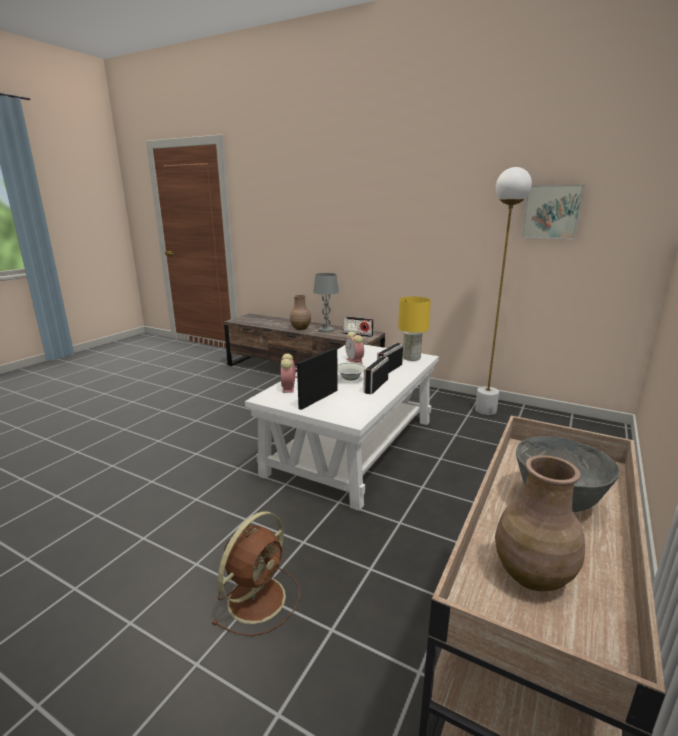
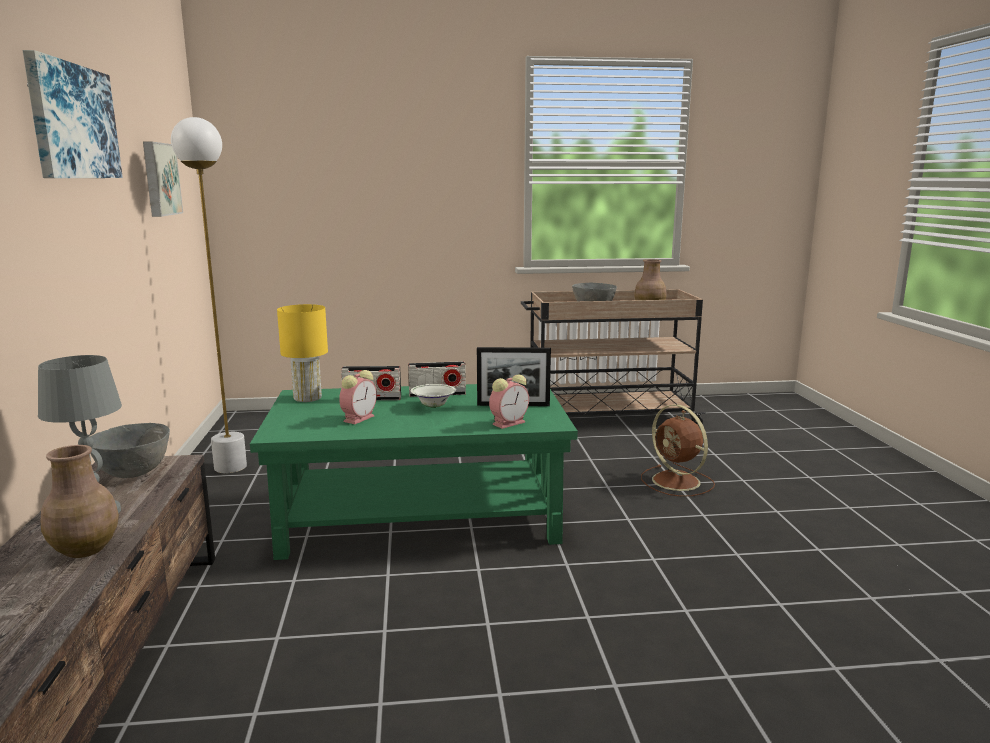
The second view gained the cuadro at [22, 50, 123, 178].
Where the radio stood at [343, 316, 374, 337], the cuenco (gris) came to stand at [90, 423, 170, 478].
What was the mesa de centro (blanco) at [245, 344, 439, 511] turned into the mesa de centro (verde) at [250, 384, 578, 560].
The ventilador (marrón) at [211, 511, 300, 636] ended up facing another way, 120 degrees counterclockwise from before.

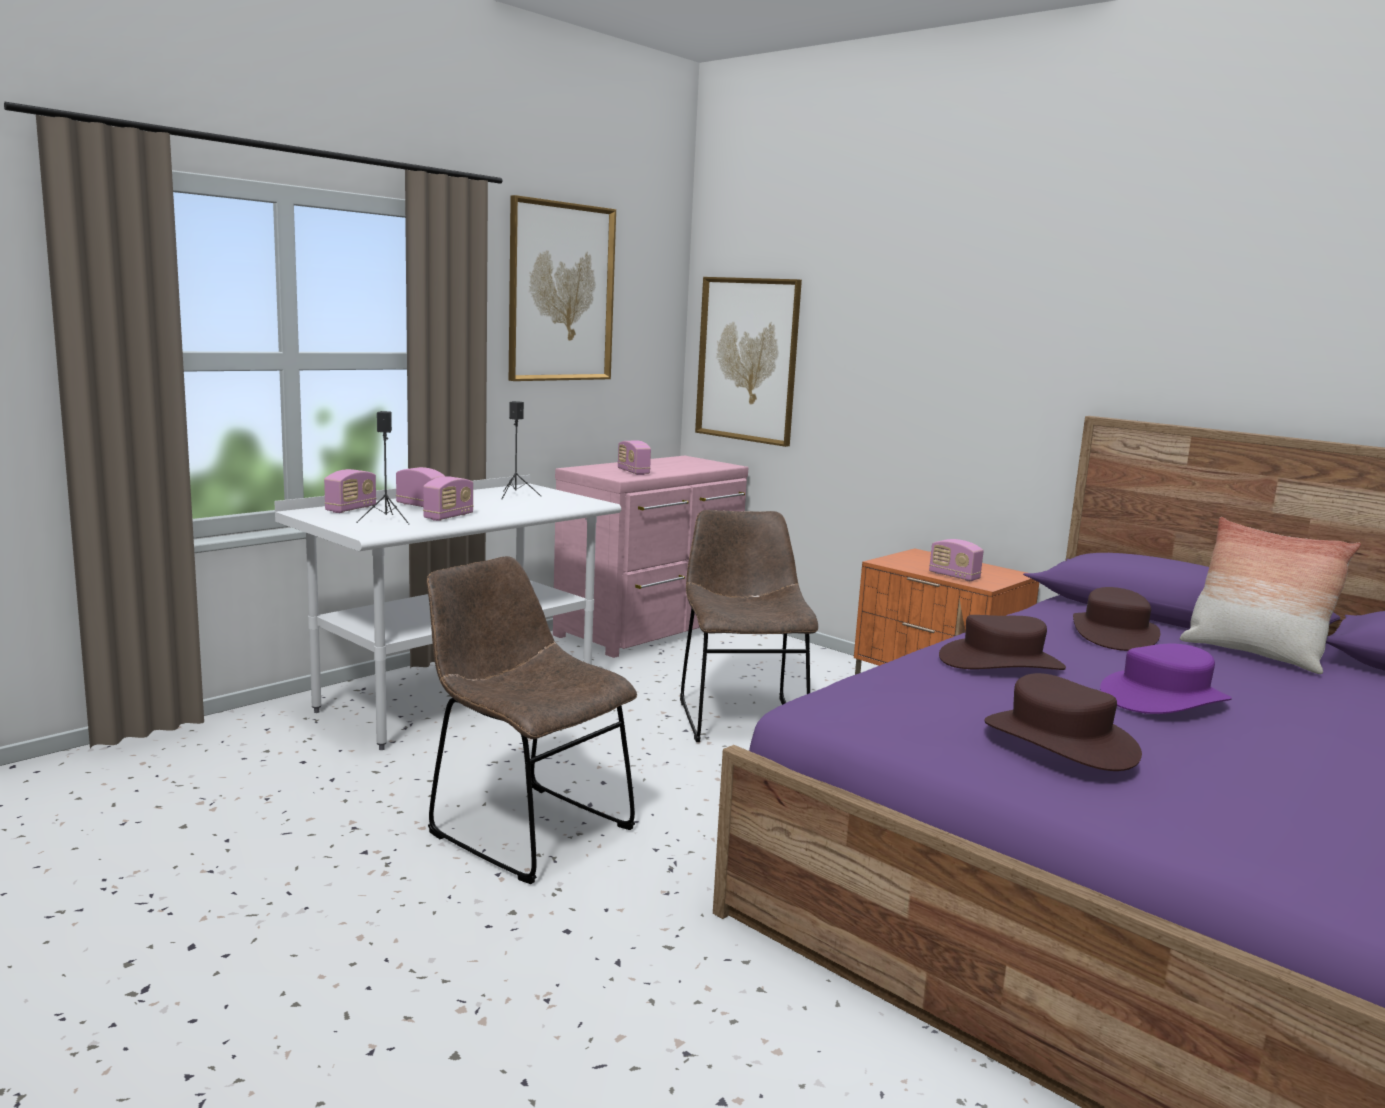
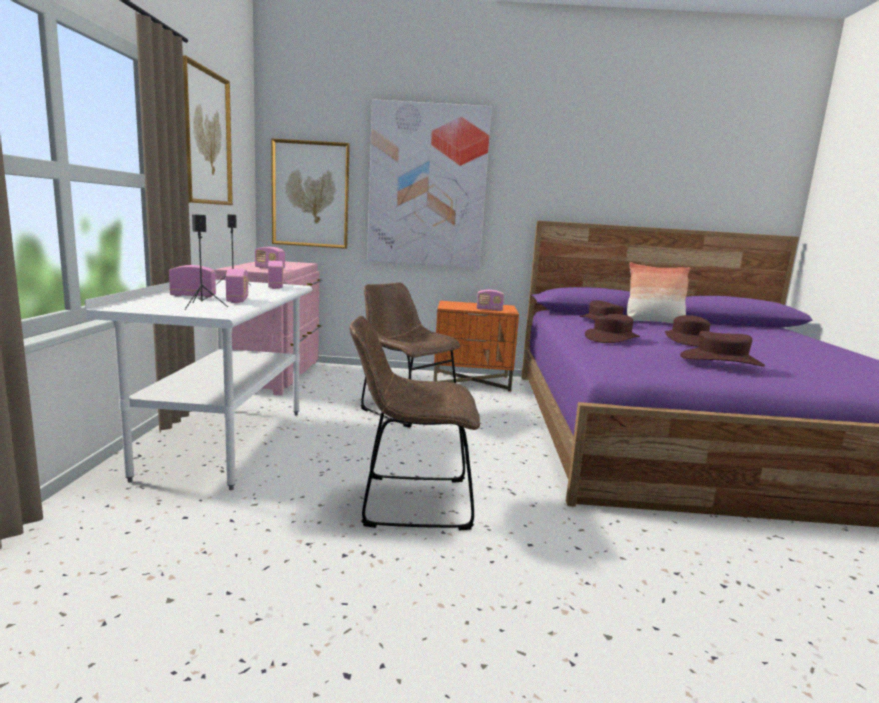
The radio ended up elsewhere, having gone from [324, 469, 376, 513] to [268, 261, 283, 289].
The second view gained the cuadro at [367, 99, 492, 268].
What was the sombrero (morado) at [1100, 644, 1232, 714] turned into the sombrero (marrón) at [665, 315, 710, 346].

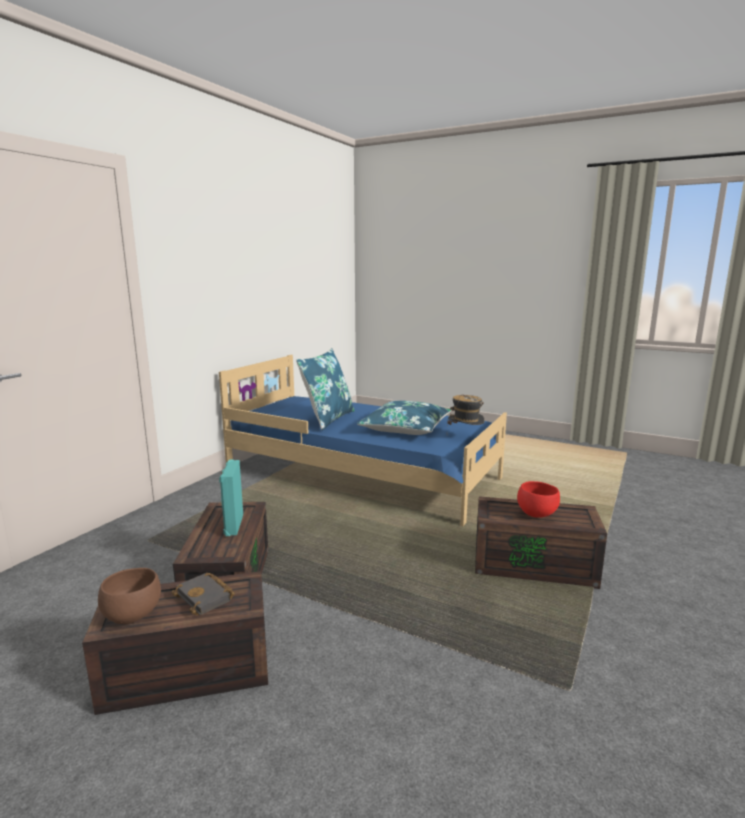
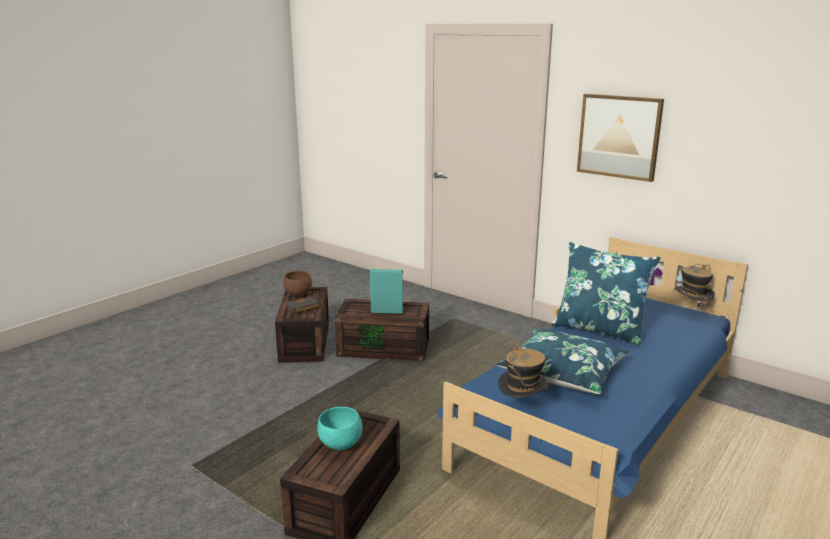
What was the cuenco (rojo) at [517, 481, 560, 518] turned into the cuenco (turquesa) at [317, 407, 362, 450].
The second view gained the cuadro at [577, 94, 664, 182].
The second view gained the sombrero at [674, 264, 715, 315].

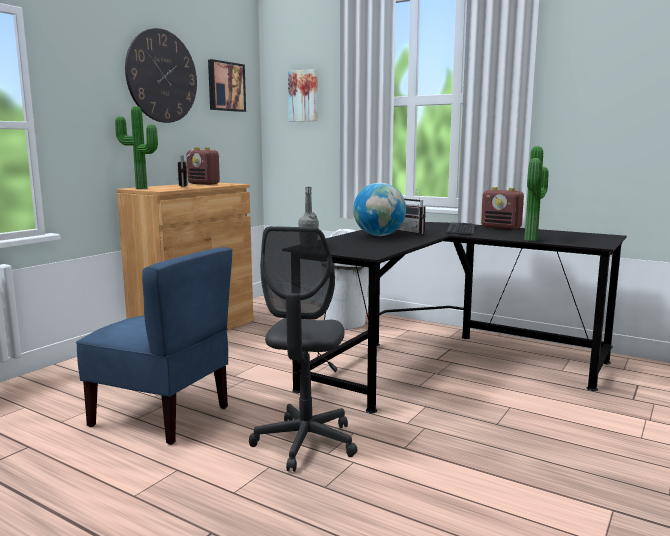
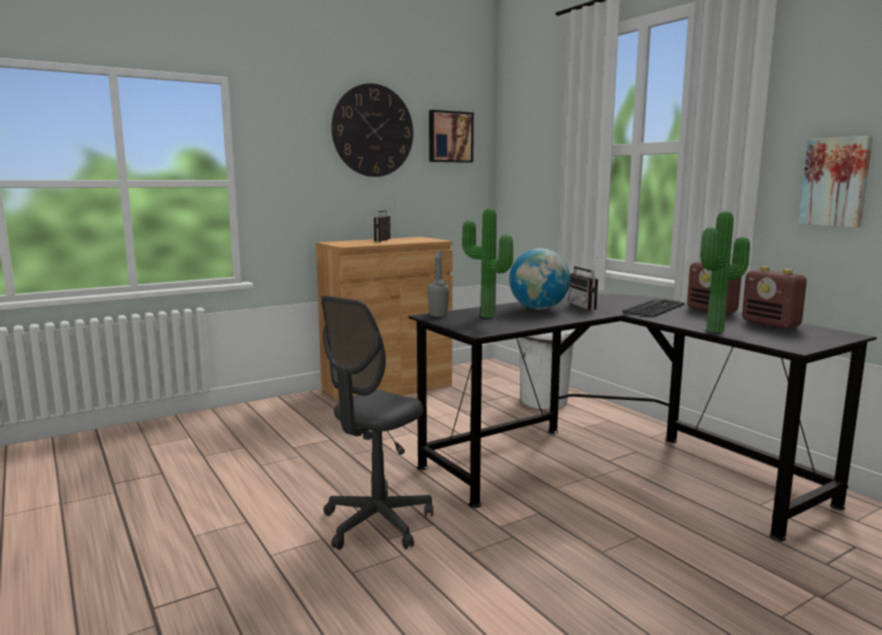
The planta en maceta ended up elsewhere, having gone from [115, 106, 158, 189] to [462, 208, 513, 318].
The radio ended up elsewhere, having gone from [186, 147, 220, 185] to [742, 266, 807, 329].
The cuadro ended up elsewhere, having gone from [288, 69, 318, 122] to [798, 136, 873, 227].
The second view lost the silla (azul) at [76, 247, 232, 445].

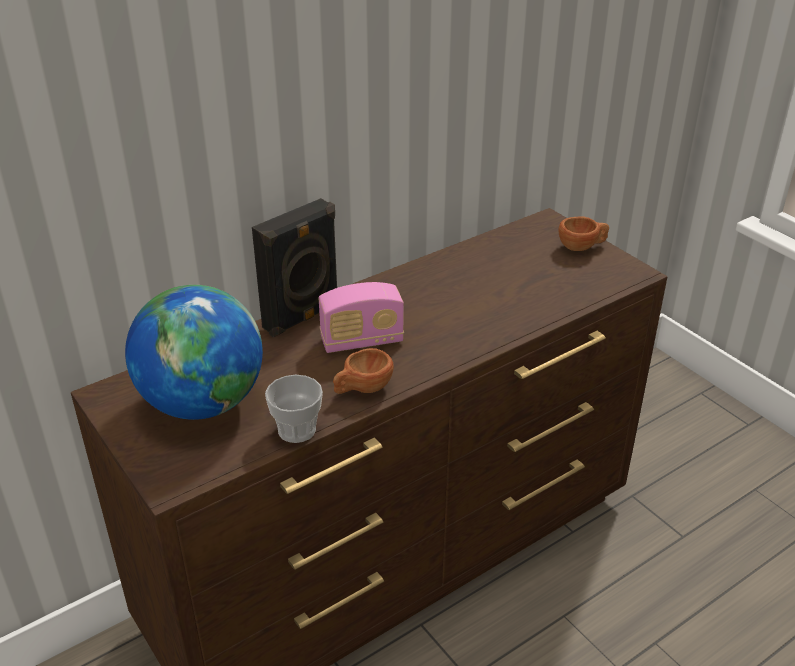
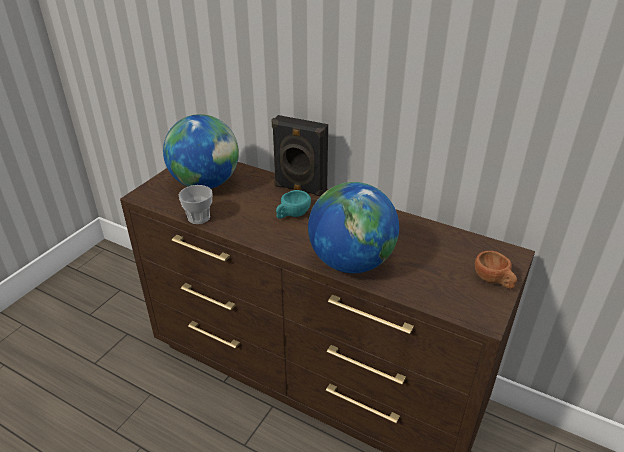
Where the radio stood at [319, 282, 404, 353], the taza (turquesa) came to stand at [276, 190, 311, 219].
The second view gained the globo terráqueo at [308, 182, 399, 273].
The second view lost the taza (marrón) at [333, 348, 394, 394].

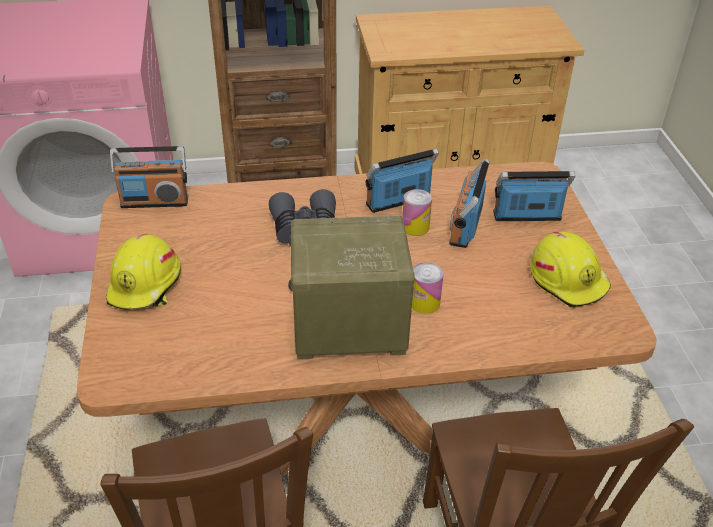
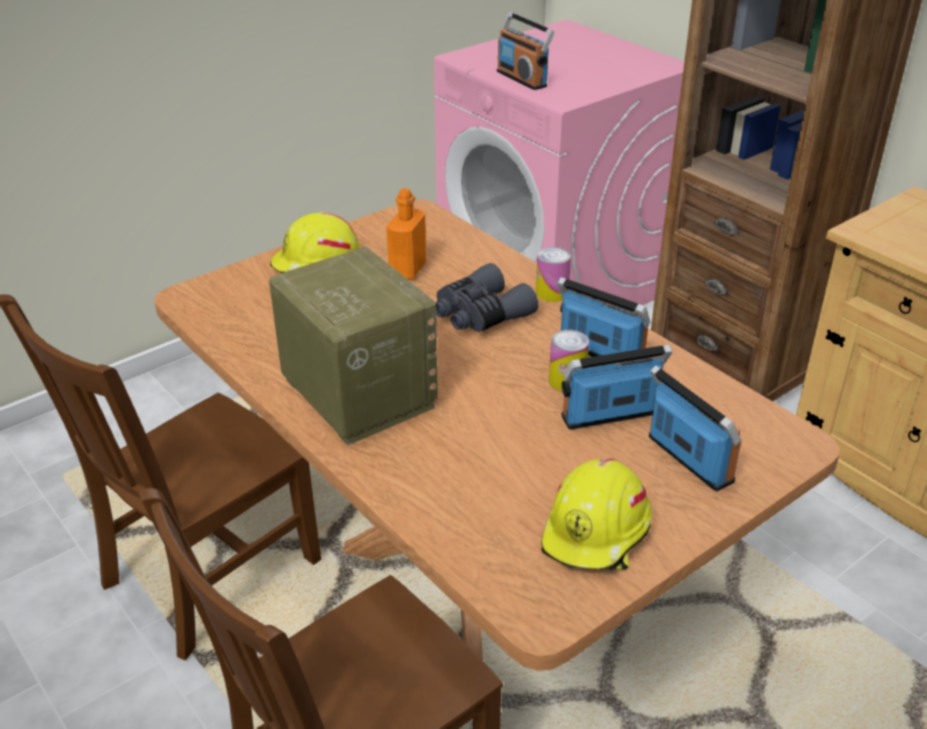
The second view gained the botella (naranja) at [386, 188, 426, 280].
The radio ended up elsewhere, having gone from [110, 146, 188, 208] to [497, 12, 555, 90].
The lata ended up elsewhere, having gone from [412, 262, 444, 314] to [536, 247, 571, 302].

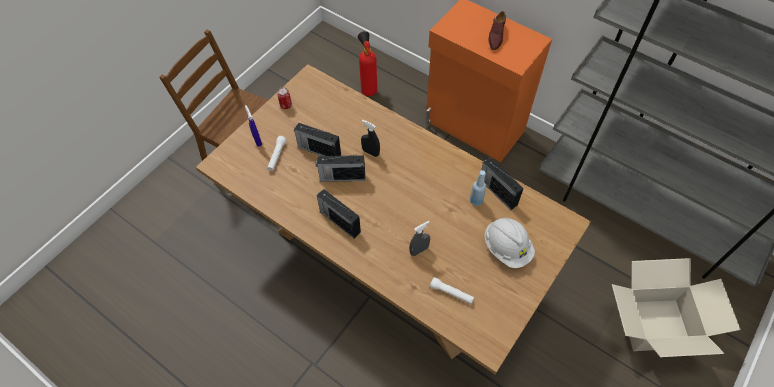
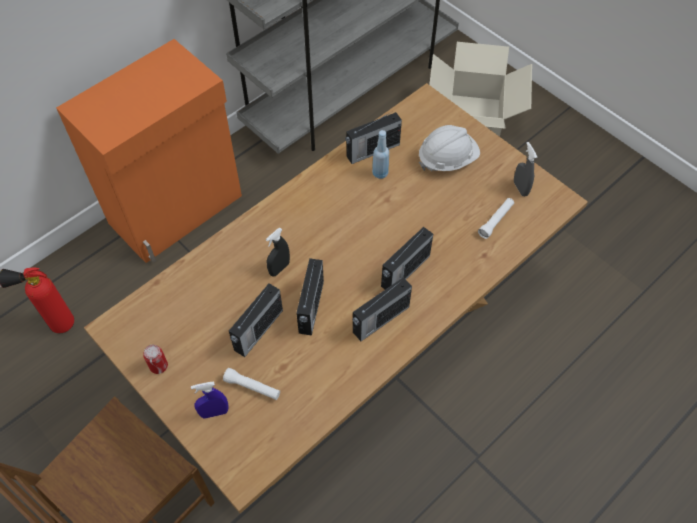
The second view gained the radio at [381, 227, 433, 289].
The pulverizador (gris) ended up elsewhere, having gone from [409, 221, 430, 256] to [514, 142, 537, 196].
The second view lost the zapato (marrón) at [488, 11, 506, 50].

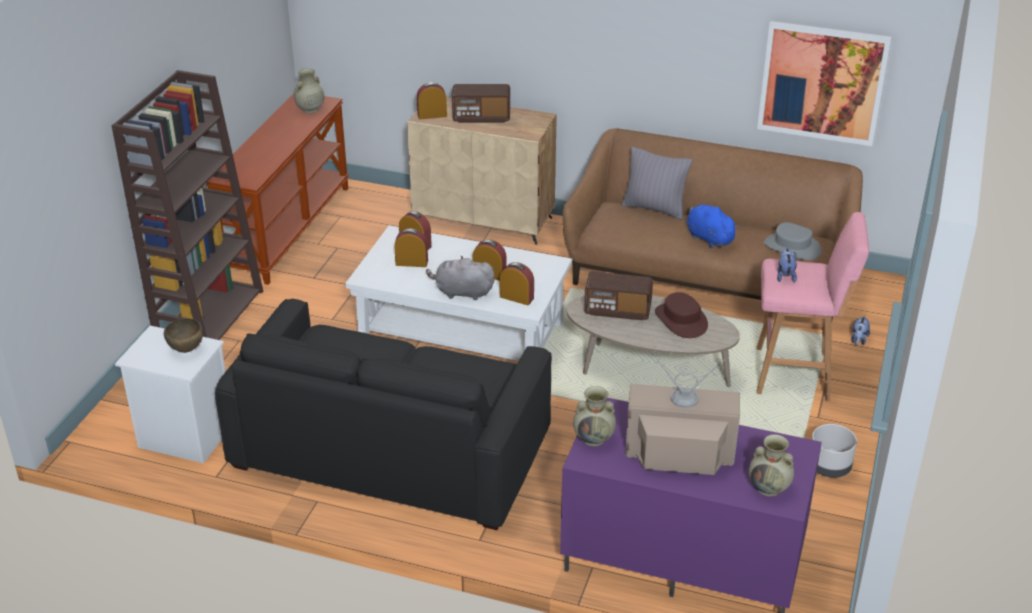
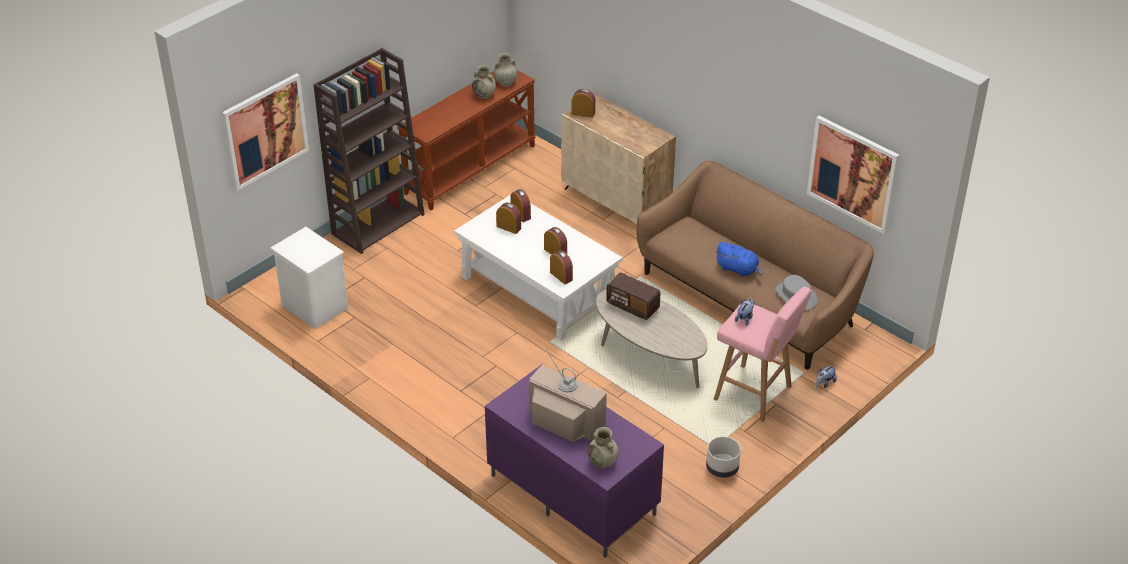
The second view gained the cuadro at [222, 73, 309, 191].
The florero (beis) ended up elsewhere, having gone from [573, 386, 616, 446] to [472, 64, 496, 99].
The peluche (azul) at [687, 204, 740, 248] ended up facing another way, 135 degrees clockwise from before.
The second view lost the cuenco (marrón) at [164, 318, 203, 353].
The second view lost the sofá (negro) at [215, 299, 552, 530].
The second view lost the peluche (gris) at [426, 256, 495, 300].
The second view lost the radio at [452, 84, 510, 123].
The second view lost the cojín (gris) at [622, 147, 692, 219].
The second view lost the sombrero (marrón) at [655, 292, 708, 338].

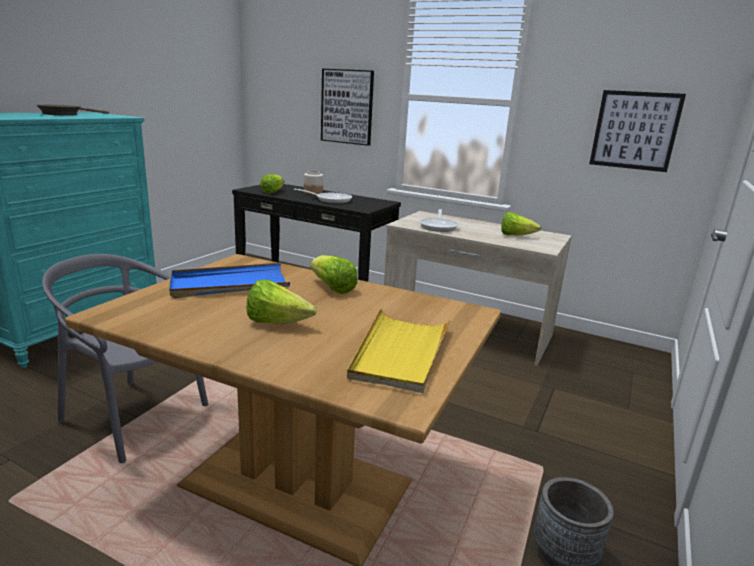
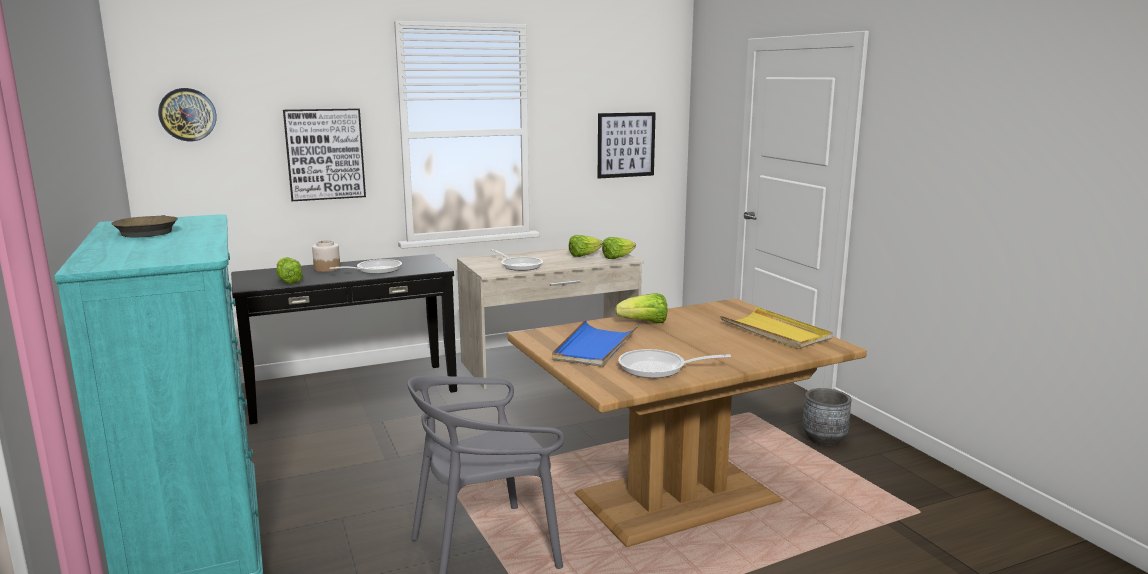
The second view gained the reloj de pared at [158, 88, 216, 142].
The lechuga ended up elsewhere, having gone from [247, 280, 317, 324] to [602, 237, 636, 259].
The second view gained the sartén at [618, 349, 731, 378].

